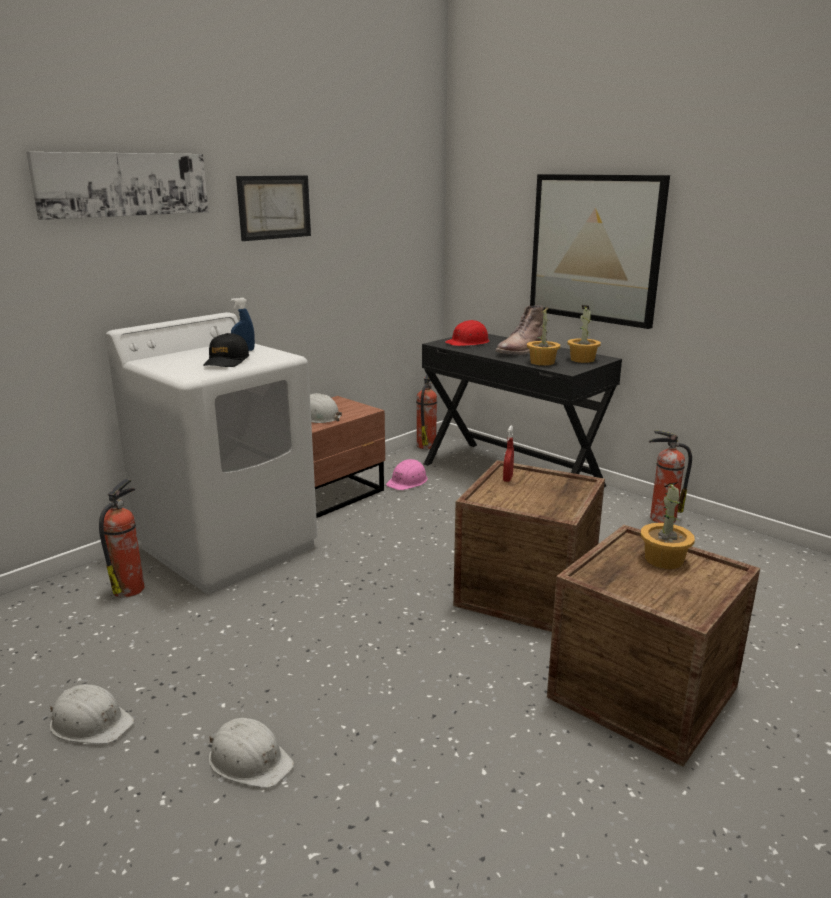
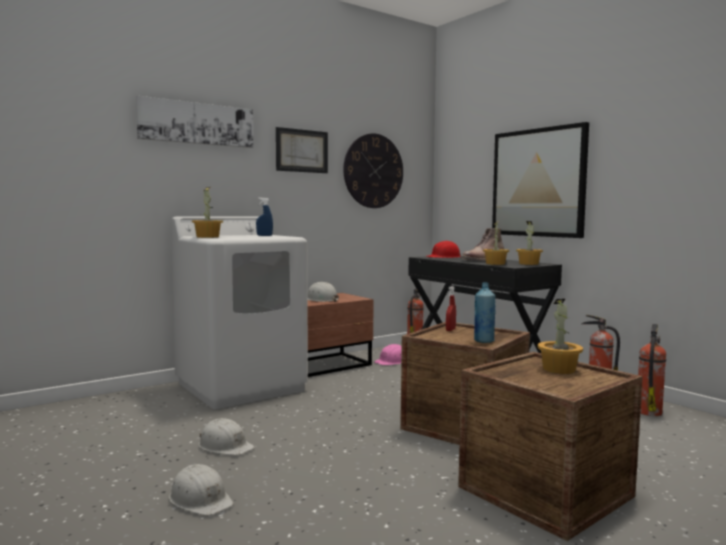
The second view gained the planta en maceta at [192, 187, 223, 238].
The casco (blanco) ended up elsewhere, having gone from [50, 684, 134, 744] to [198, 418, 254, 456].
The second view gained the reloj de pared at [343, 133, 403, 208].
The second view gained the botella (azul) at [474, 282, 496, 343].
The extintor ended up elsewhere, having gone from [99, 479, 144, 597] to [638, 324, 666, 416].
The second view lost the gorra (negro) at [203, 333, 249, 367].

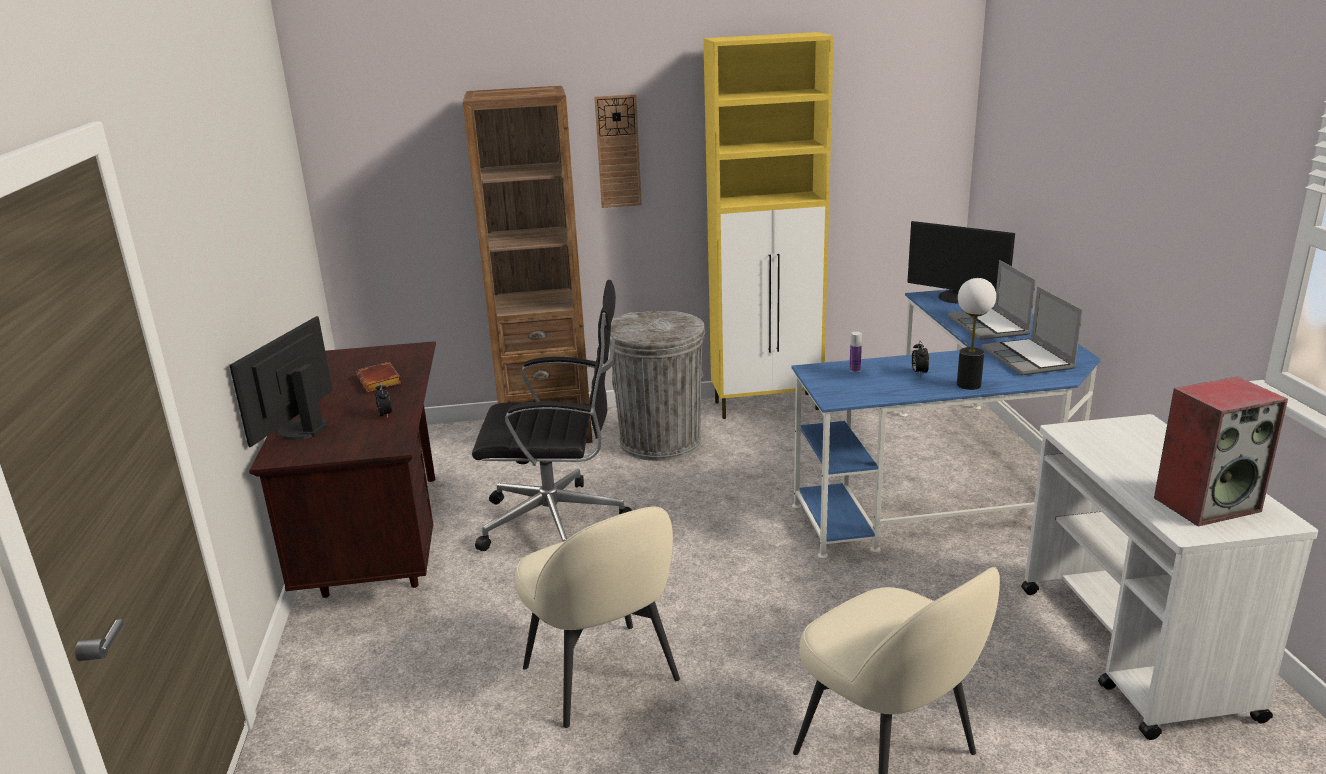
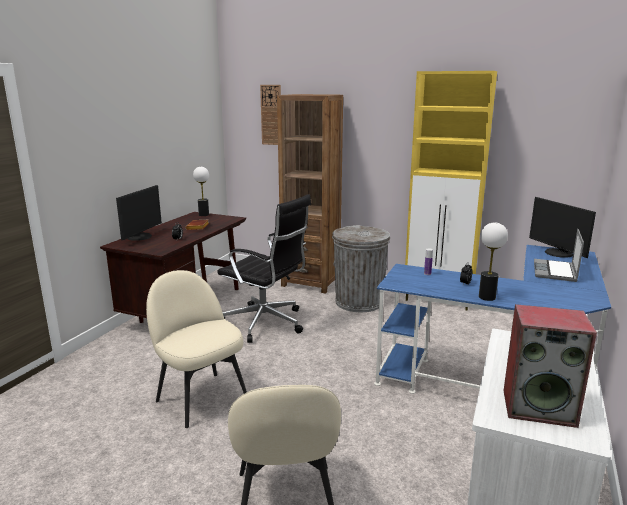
The monitor at [229, 316, 333, 447] ended up facing another way, 150 degrees clockwise from before.
The silla (beis) at [515, 507, 680, 728] ended up facing another way, 135 degrees clockwise from before.
The second view gained the lámpara de mesa at [193, 167, 209, 216].
The reloj de pared ended up elsewhere, having gone from [594, 94, 642, 208] to [260, 85, 281, 145].
The second view lost the portátil at [982, 286, 1083, 376].

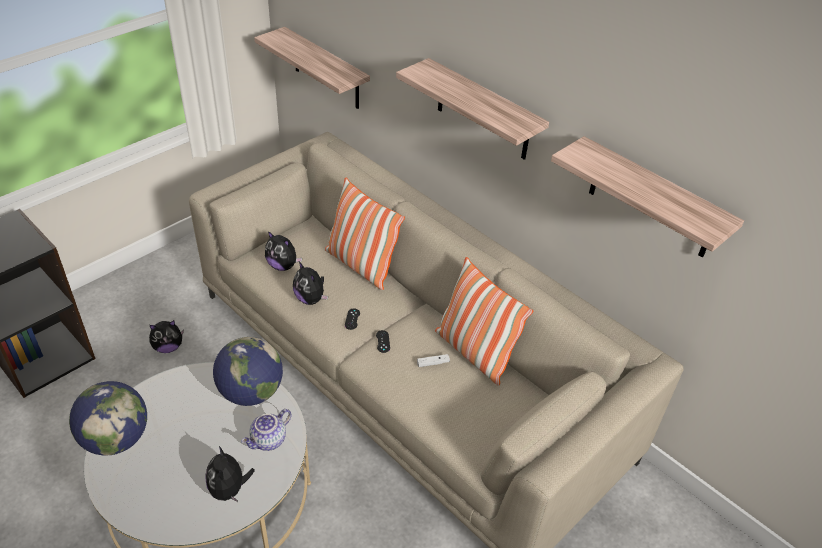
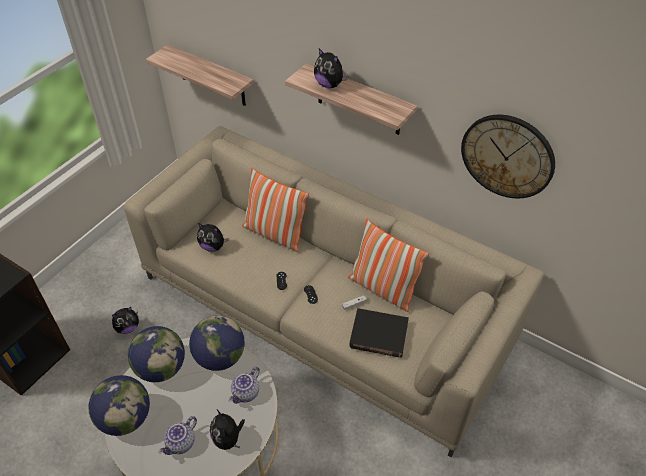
The second view gained the globo terráqueo at [128, 326, 185, 382].
The second view gained the tetera at [159, 416, 197, 455].
The peluche ended up elsewhere, having gone from [293, 262, 328, 305] to [314, 48, 349, 88].
The second view gained the libro (negro) at [349, 308, 409, 358].
Where the estante hung at [551, 136, 744, 258], the reloj de pared came to hang at [461, 115, 555, 198].

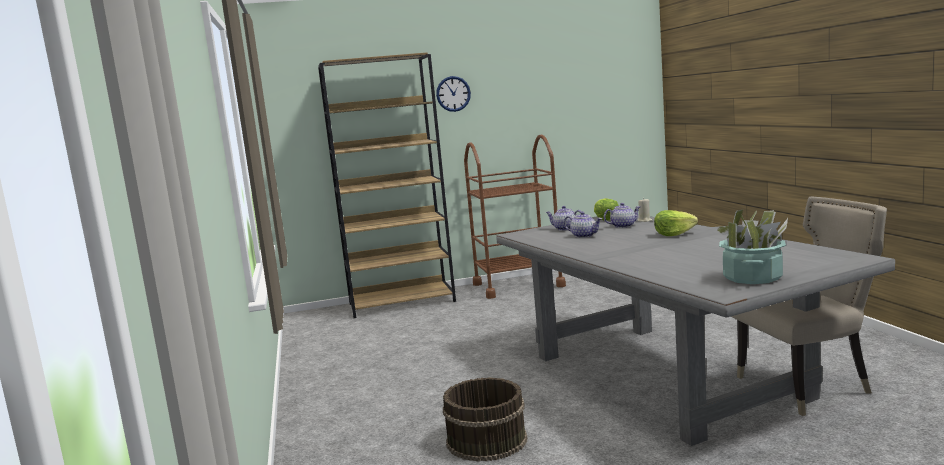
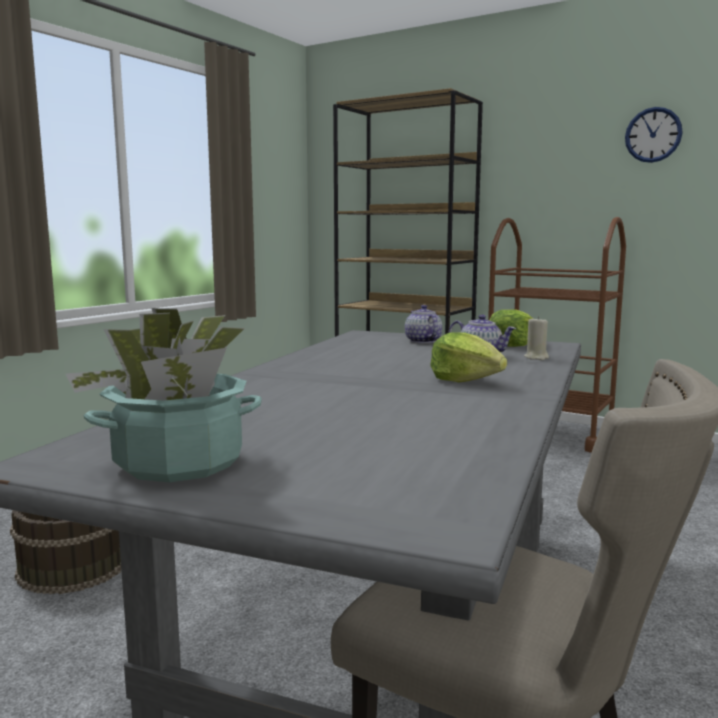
The reloj de pared ended up elsewhere, having gone from [436, 76, 471, 112] to [625, 107, 683, 163].
The second view lost the tetera at [564, 212, 602, 238].

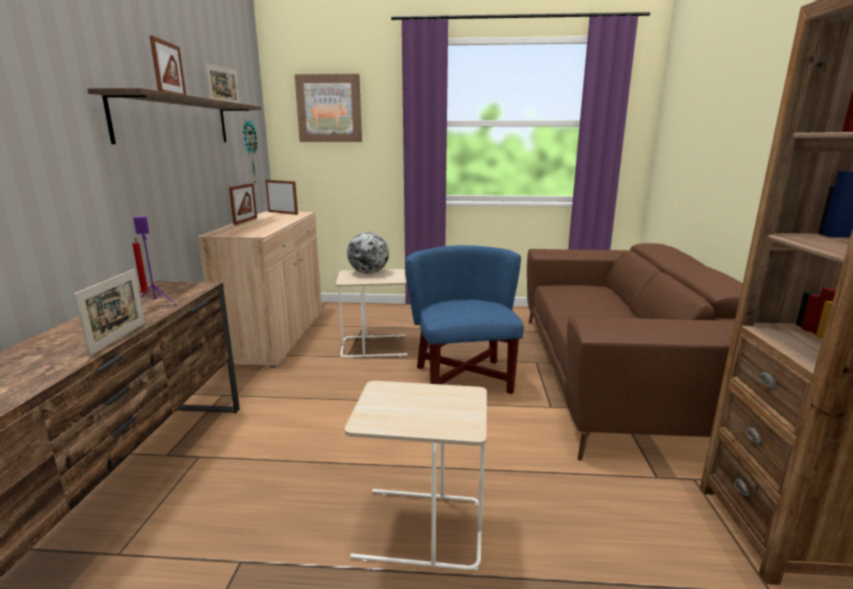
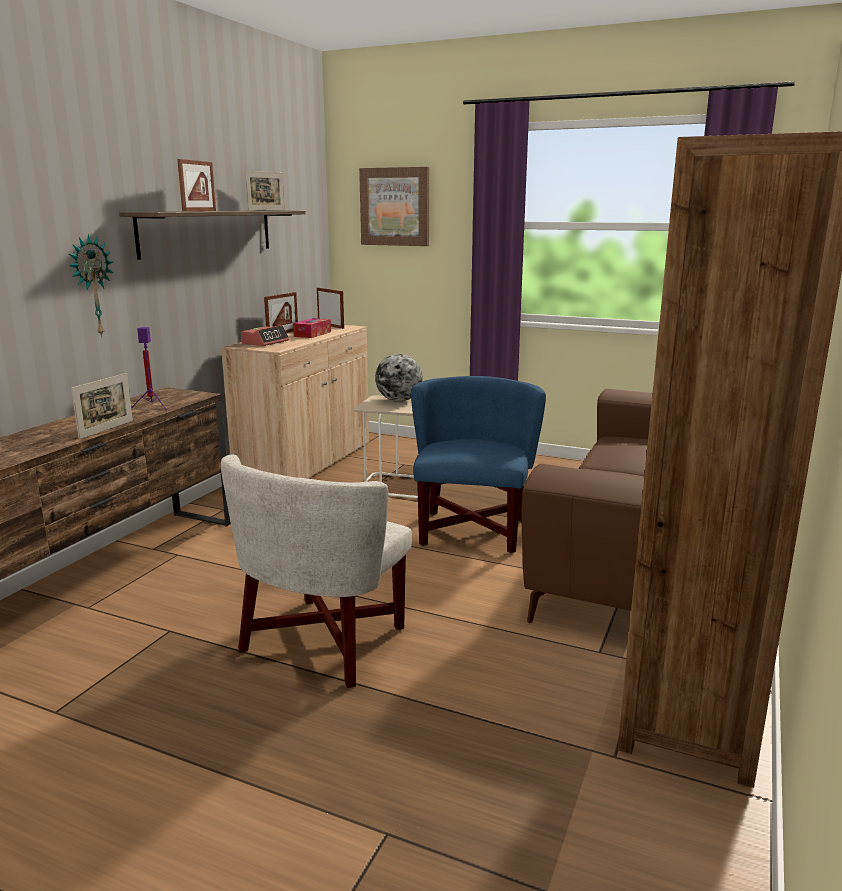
The reloj de pared ended up elsewhere, having gone from [243, 119, 258, 185] to [69, 234, 114, 337].
Where the mesa auxiliar (beis) stood at [345, 381, 487, 570], the sillón (blanco) came to stand at [221, 455, 412, 688].
The second view gained the despertador at [241, 325, 289, 346].
The second view gained the caja de pañuelos at [293, 318, 331, 338].

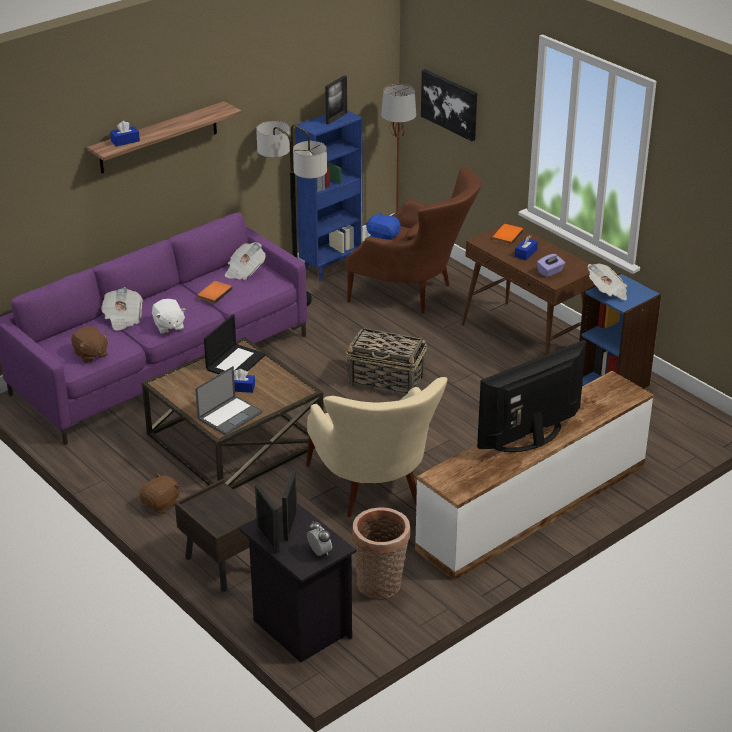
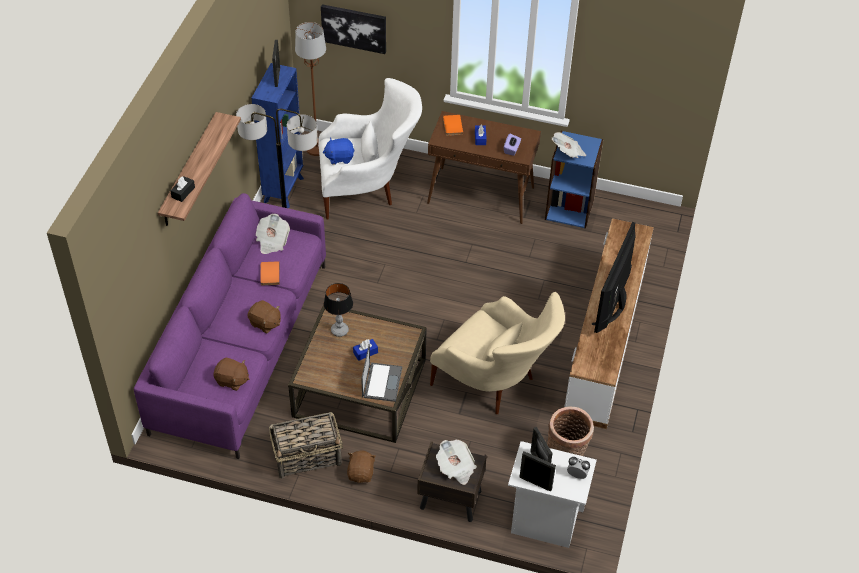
What was the caja de pañuelos (azul) at [110, 121, 140, 147] turned into the caja de pañuelos (negro) at [170, 176, 195, 202].
What was the peluche (blanco) at [152, 299, 186, 334] turned into the peluche (marrón) at [247, 300, 281, 334].
The cesta ended up elsewhere, having gone from [346, 328, 427, 396] to [269, 412, 343, 478].
What was the sillón (marrón) at [346, 167, 481, 314] turned into the sillón (blanco) at [318, 78, 422, 220].
Where the portátil stood at [204, 314, 266, 374], the lámpara de mesa came to stand at [324, 283, 353, 337].
The periódico ended up elsewhere, having gone from [101, 287, 143, 331] to [436, 440, 477, 485].
What was the mesita de noche (negro) at [240, 503, 356, 663] turned into the mesita de noche (blanco) at [508, 441, 597, 548].

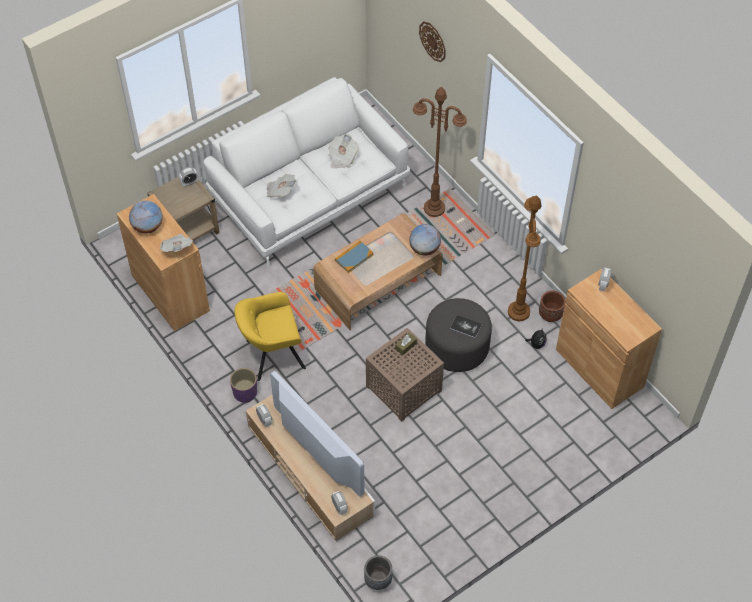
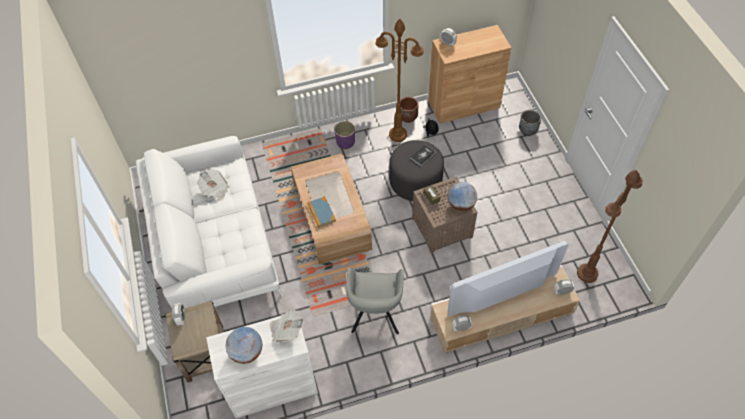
What was the armario (marrón) at [117, 194, 210, 331] turned into the armario (blanco) at [206, 316, 318, 418].
The maceta (morado) ended up elsewhere, having gone from [230, 368, 257, 403] to [334, 121, 355, 150].
What was the sillón (amarillo) at [235, 292, 306, 381] turned into the sillón (gris) at [347, 267, 404, 334].
The globo terráqueo ended up elsewhere, having gone from [409, 224, 441, 256] to [448, 182, 477, 211].
The maceta (gris) ended up elsewhere, having gone from [364, 555, 392, 590] to [519, 110, 541, 136].
The lámpara de pie (marrón) ended up elsewhere, having gone from [413, 87, 467, 217] to [577, 170, 643, 283].
The second view lost the periódico at [267, 174, 296, 198].
The second view lost the reloj de pared at [419, 21, 446, 62].

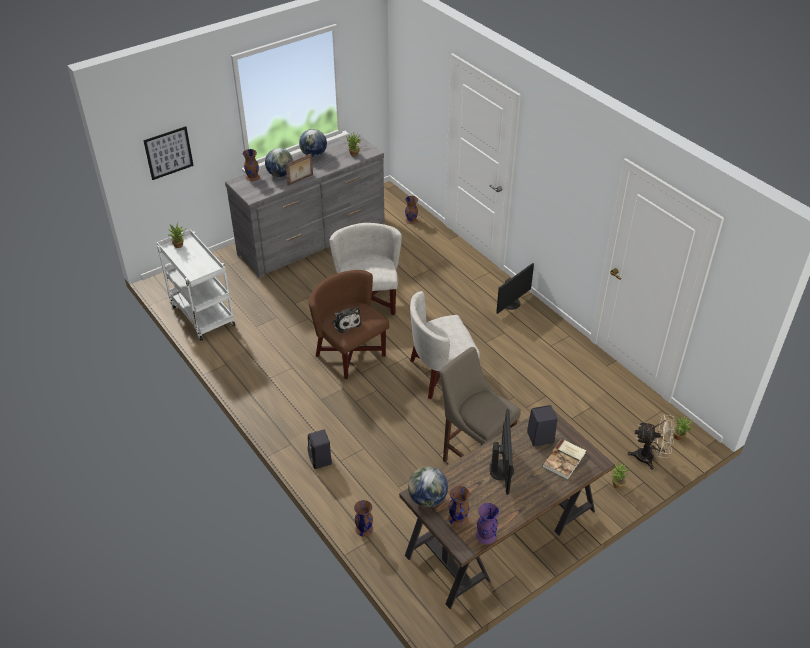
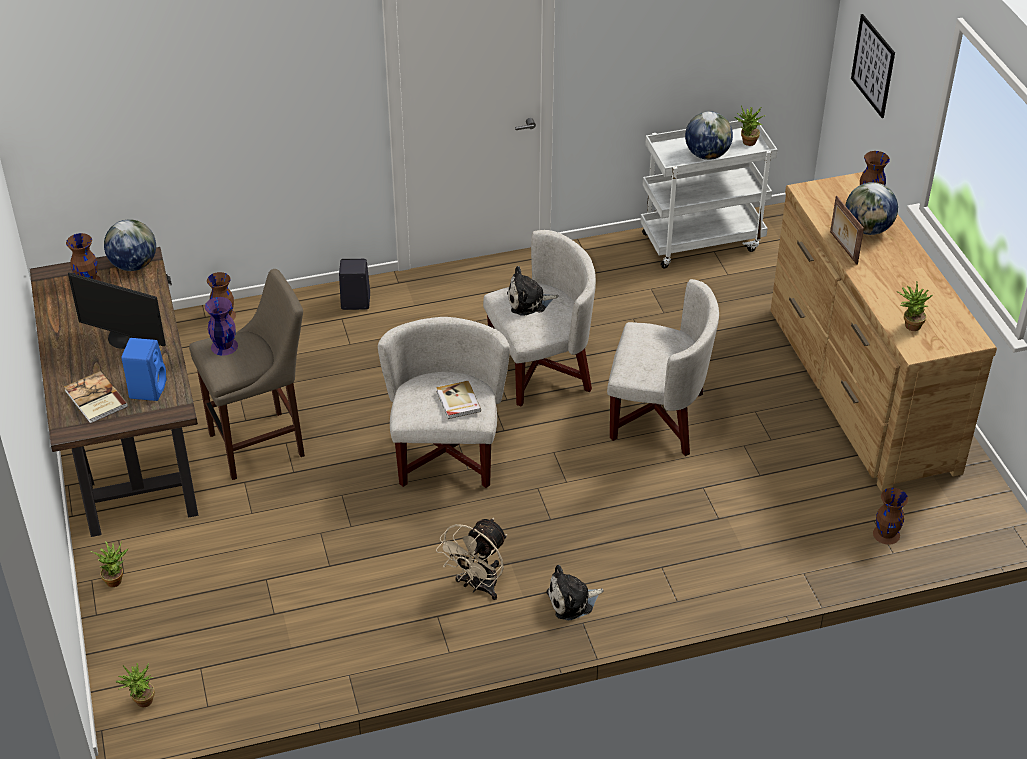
What was the altavoz (negro) at [527, 405, 557, 447] turned into the altavoz (azul) at [121, 338, 167, 401].
The florero (morado) ended up elsewhere, having gone from [476, 503, 499, 544] to [205, 297, 238, 356].
The second view gained the libro at [436, 381, 481, 419].
The ventilador (beis) ended up elsewhere, having gone from [627, 414, 675, 470] to [436, 518, 507, 600].
What was the sillón (marrón) at [309, 270, 389, 379] turned into the sillón (blanco) at [483, 230, 596, 407].
Where the monitor stood at [496, 263, 534, 313], the peluche came to stand at [546, 565, 604, 621].
The globo terráqueo ended up elsewhere, having gone from [299, 129, 327, 157] to [685, 111, 733, 160].
What was the cómoda (gris) at [225, 133, 385, 278] turned into the cómoda (marrón) at [771, 172, 997, 492].

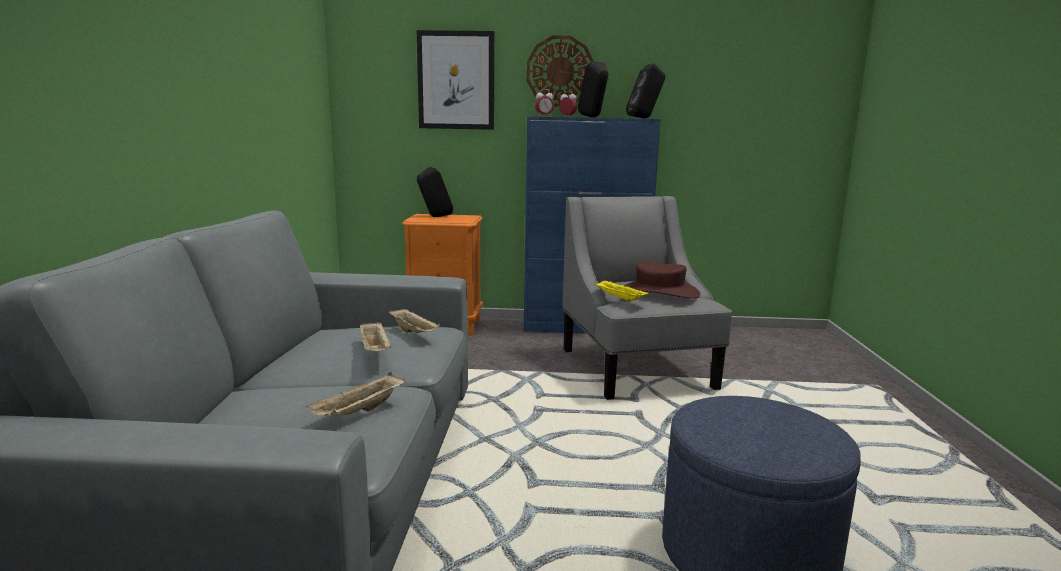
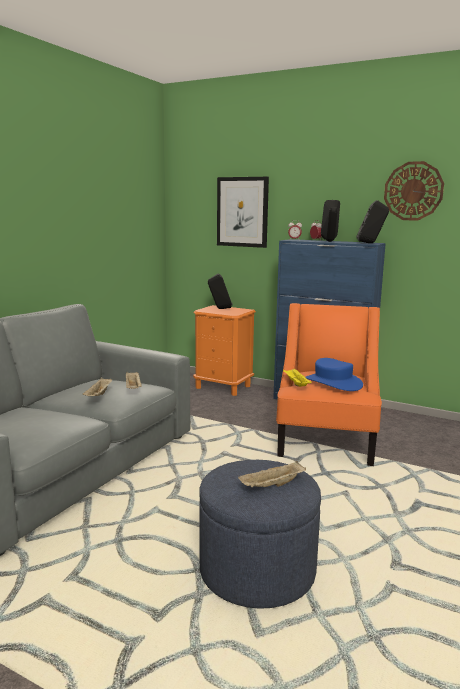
The bandeja (beis) ended up elsewhere, having gone from [306, 372, 405, 417] to [238, 461, 306, 487].
What was the sillón (gris) at [562, 196, 732, 400] turned into the sillón (naranja) at [276, 303, 382, 466].
What was the sombrero (marrón) at [624, 261, 700, 299] turned into the sombrero (azul) at [306, 358, 363, 391].
The reloj de pared ended up elsewhere, having gone from [526, 36, 594, 107] to [384, 161, 444, 221].

